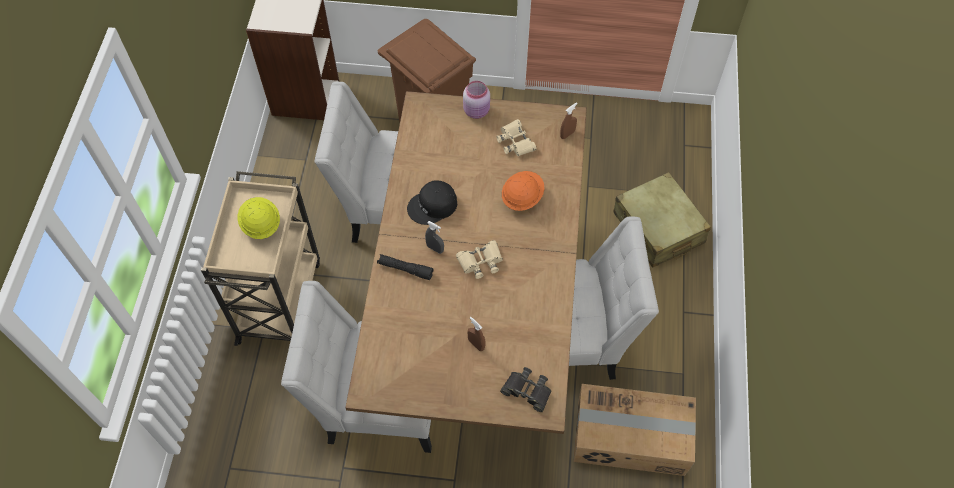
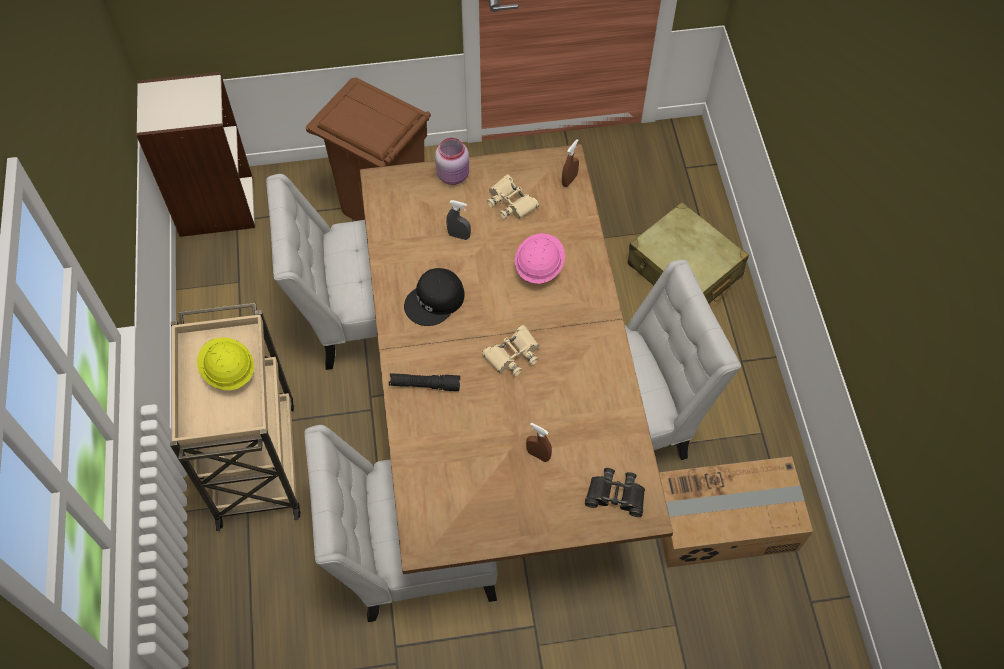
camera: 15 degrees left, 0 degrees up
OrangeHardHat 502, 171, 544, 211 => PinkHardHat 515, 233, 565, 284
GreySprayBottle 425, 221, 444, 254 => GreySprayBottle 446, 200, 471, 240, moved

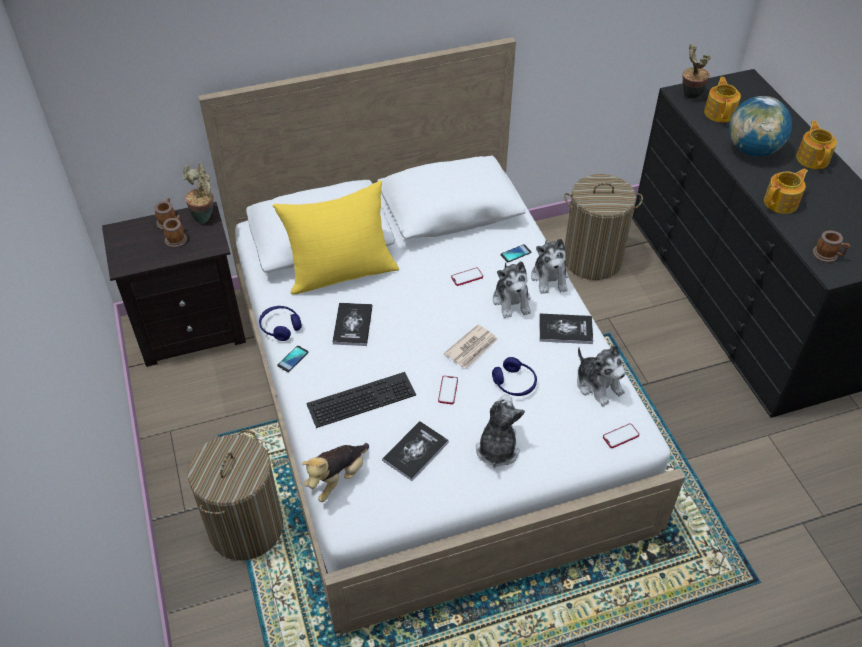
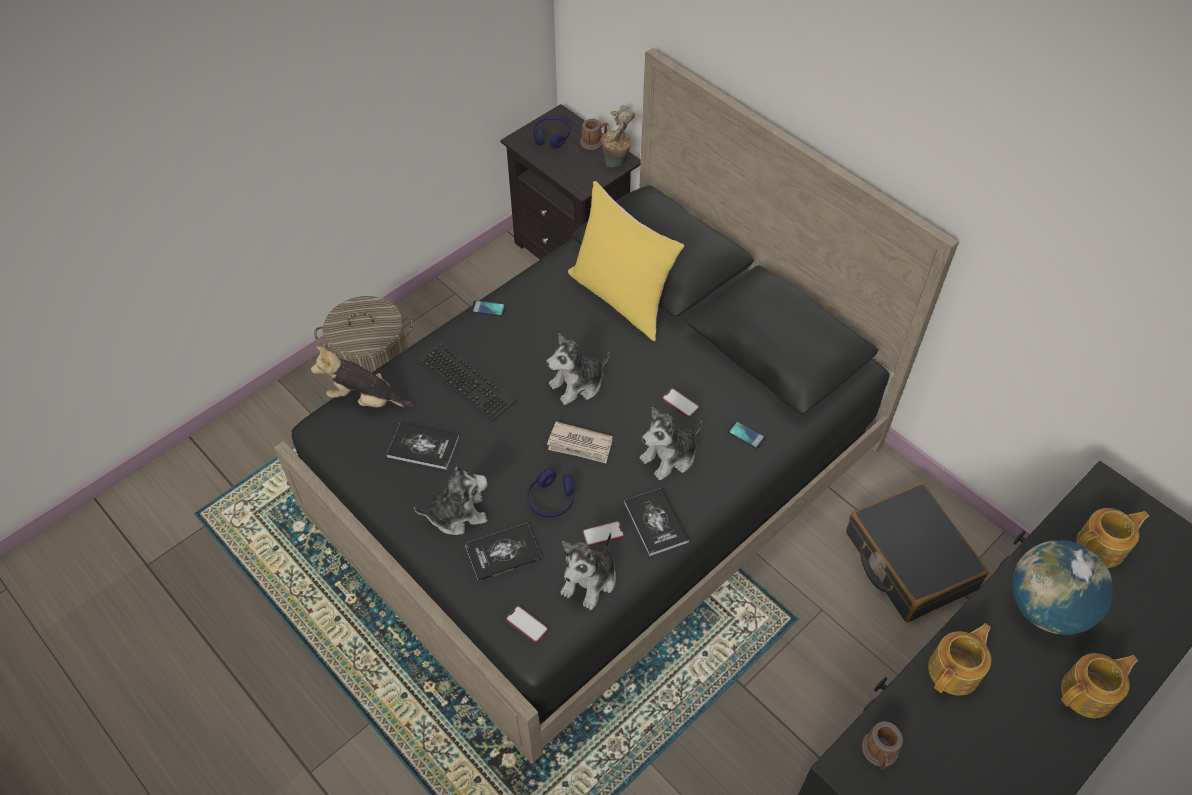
camera: 65 degrees right, 5 degrees up
WhiteBed 198, 37, 685, 634 => BlackBed 274, 48, 959, 763
PottedPlant 683, 44, 711, 100 => nothing
Teapot 764, 168, 808, 214 => Teapot 928, 623, 991, 695, 75 degrees counterclockwise
LaundryBasket 564, 174, 643, 280 => BlackSuitcase 846, 483, 989, 622
Mug 163, 215, 187, 248 => nothing
PlushToy 531, 238, 569, 294 => PlushToy 547, 333, 610, 405, moved
Book 332, 303, 373, 346 => Book 465, 523, 542, 582, moved
BlueHeadphones 259, 306, 302, 341 => BlueHeadphones 533, 116, 571, 148, moved
Phone 438, 376, 458, 404 => Phone 582, 521, 624, 546, moved

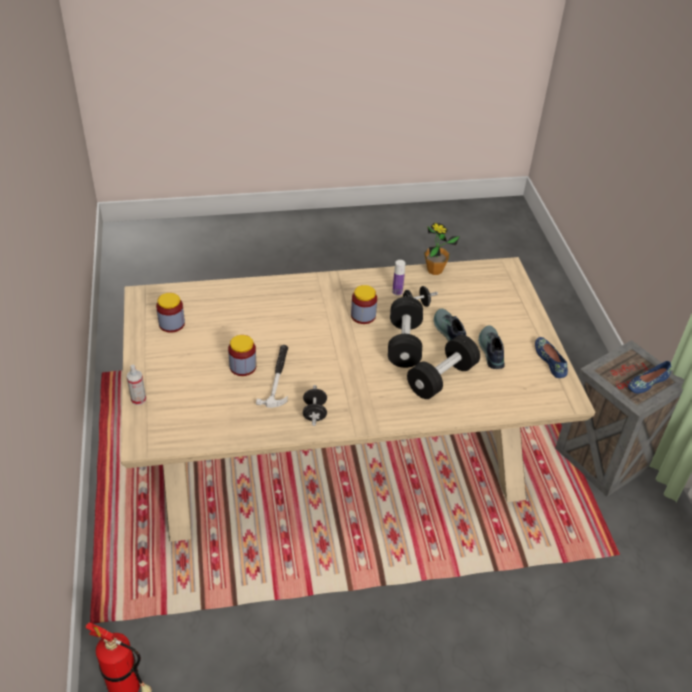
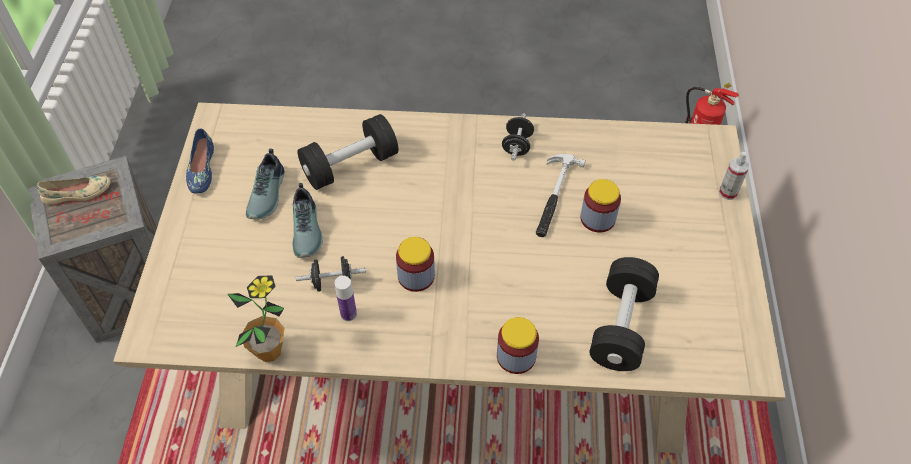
camera: 165 degrees left, 10 degrees up
Jar 156, 293, 185, 333 => Jar 497, 317, 539, 374, moved
BlackDumbbell 388, 297, 423, 368 => BlackDumbbell 589, 257, 659, 371, moved
BlueShoe 628, 361, 671, 393 => BeigeShoe 37, 176, 111, 205

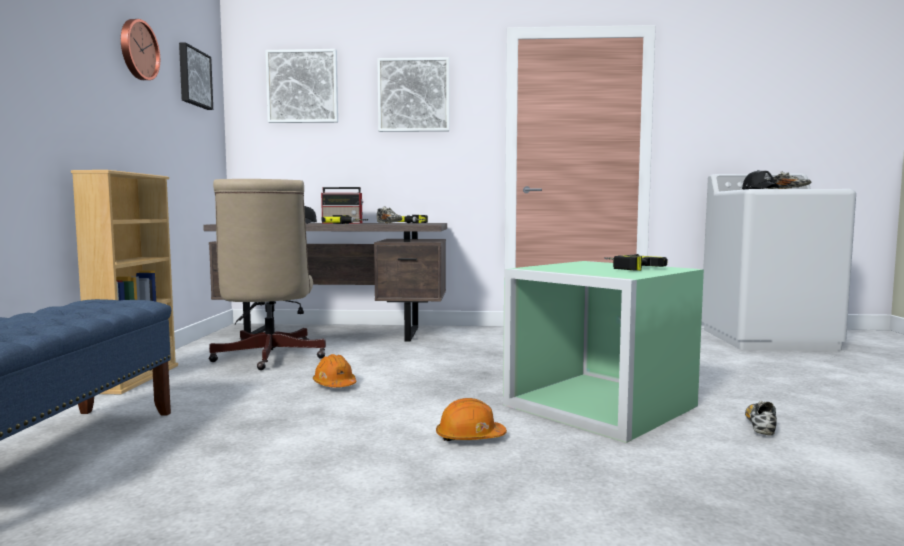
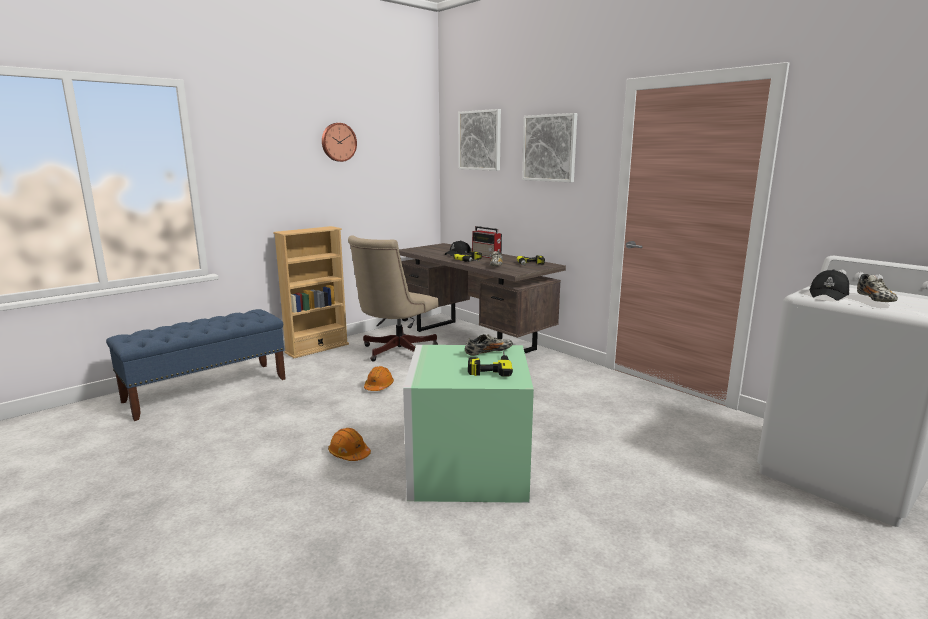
camera: 45 degrees right, 10 degrees up
Picture 179, 42, 213, 110 => nothing
Shoe 745, 401, 777, 436 => Shoe 465, 334, 513, 356, moved

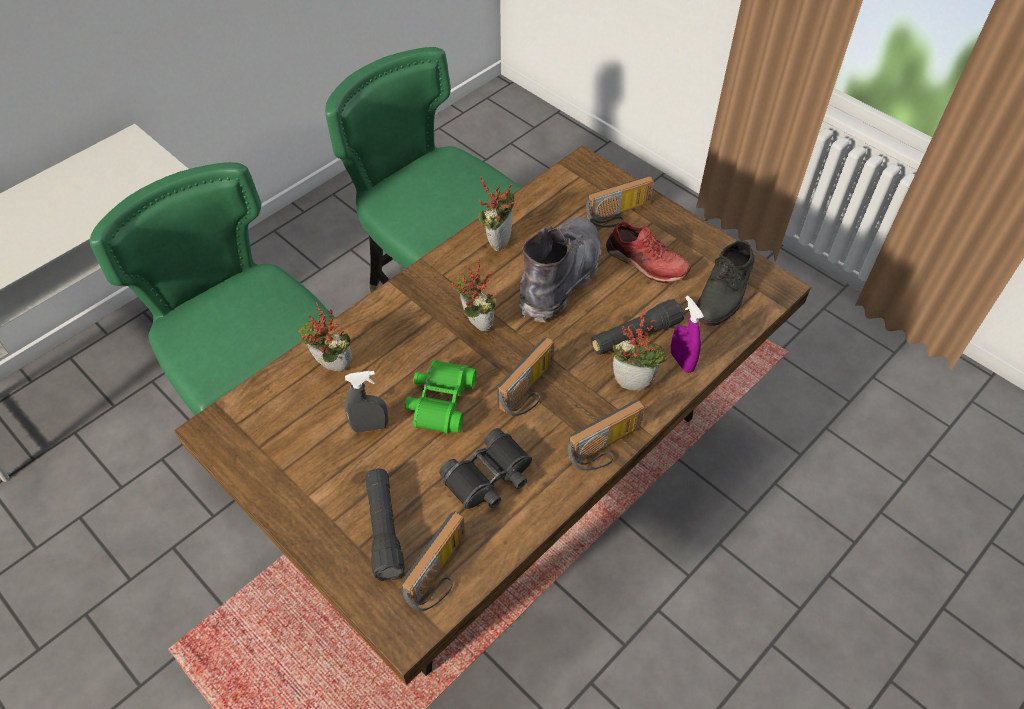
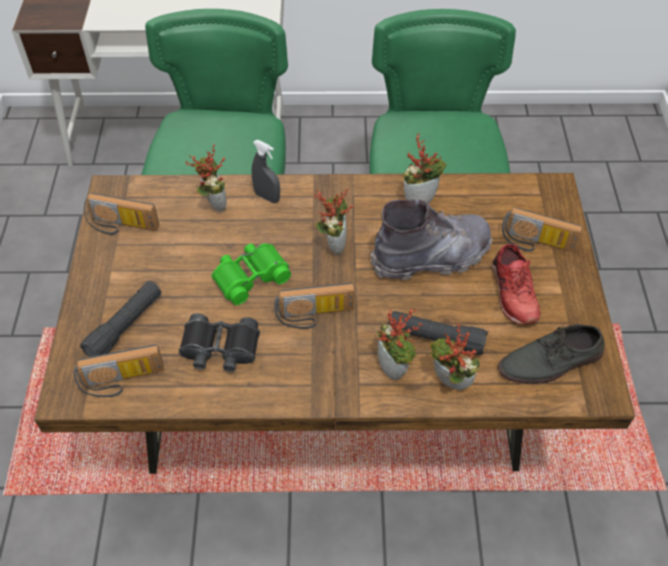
camera: 45 degrees right, 0 degrees up
PurpleSprayBottle 671, 296, 704, 373 => PottedPlant 430, 324, 480, 390
GreySprayBottle 345, 371, 388, 433 => GreySprayBottle 252, 140, 280, 203, moved
Radio 568, 400, 645, 471 => Radio 84, 193, 159, 235, moved

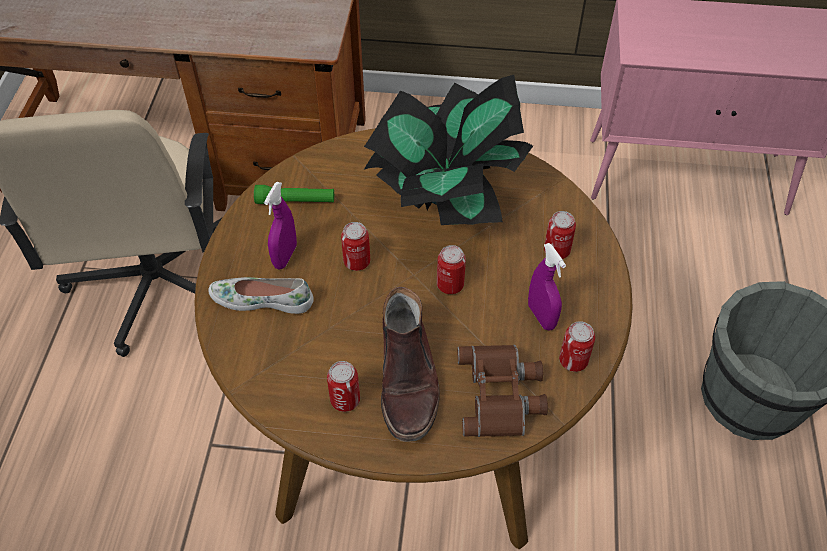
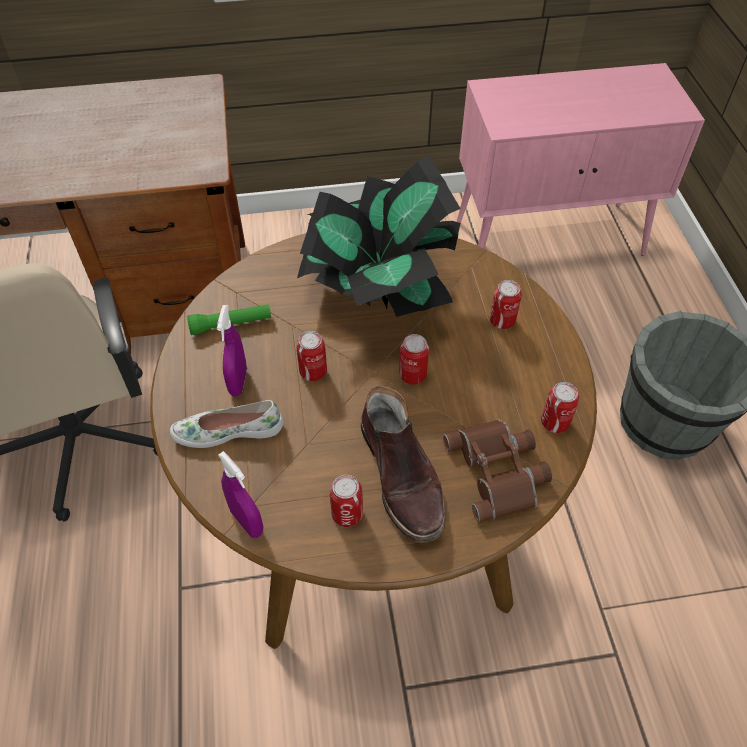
camera: 15 degrees left, 0 degrees up
PurpleSprayBottle 528, 243, 566, 331 => PurpleSprayBottle 218, 451, 263, 538, moved

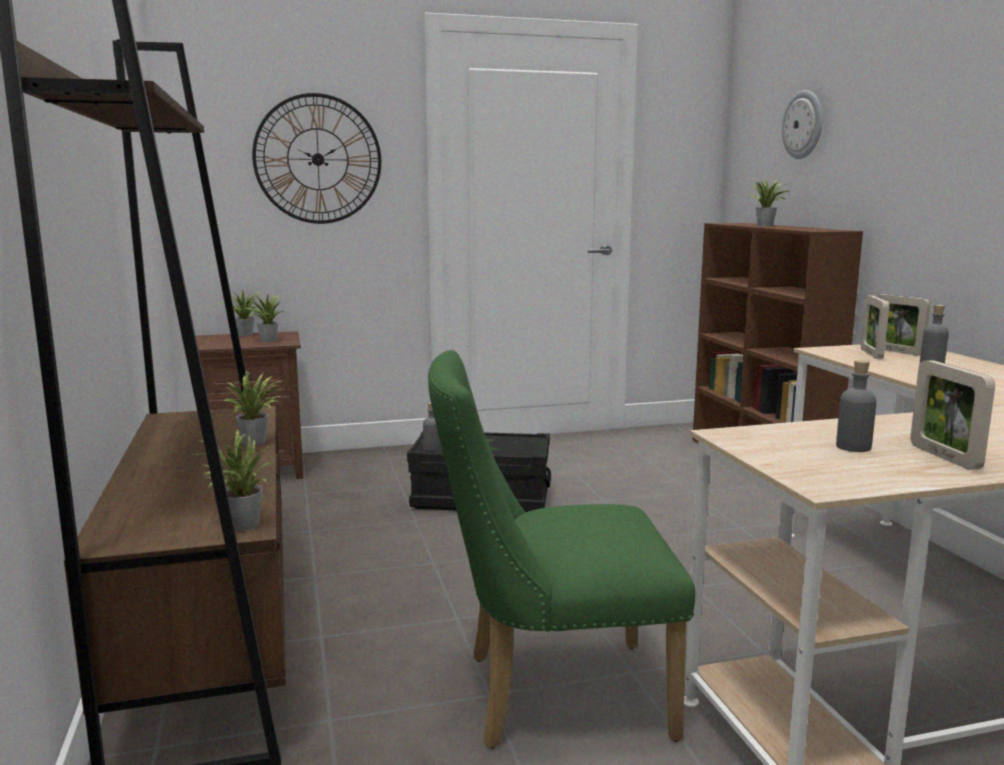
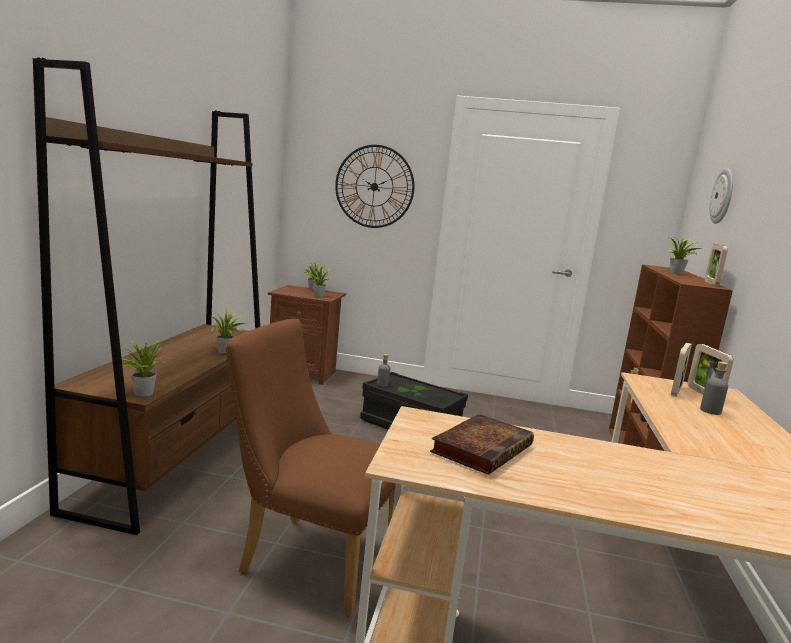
camera: 25 degrees right, 0 degrees up
GreenChair 428, 350, 696, 749 => BrownChair 225, 319, 396, 618
GreyBottle 836, 360, 877, 452 => Book 430, 414, 534, 475
PictureFrame 910, 360, 995, 470 => PictureFrame 705, 244, 728, 286, moved

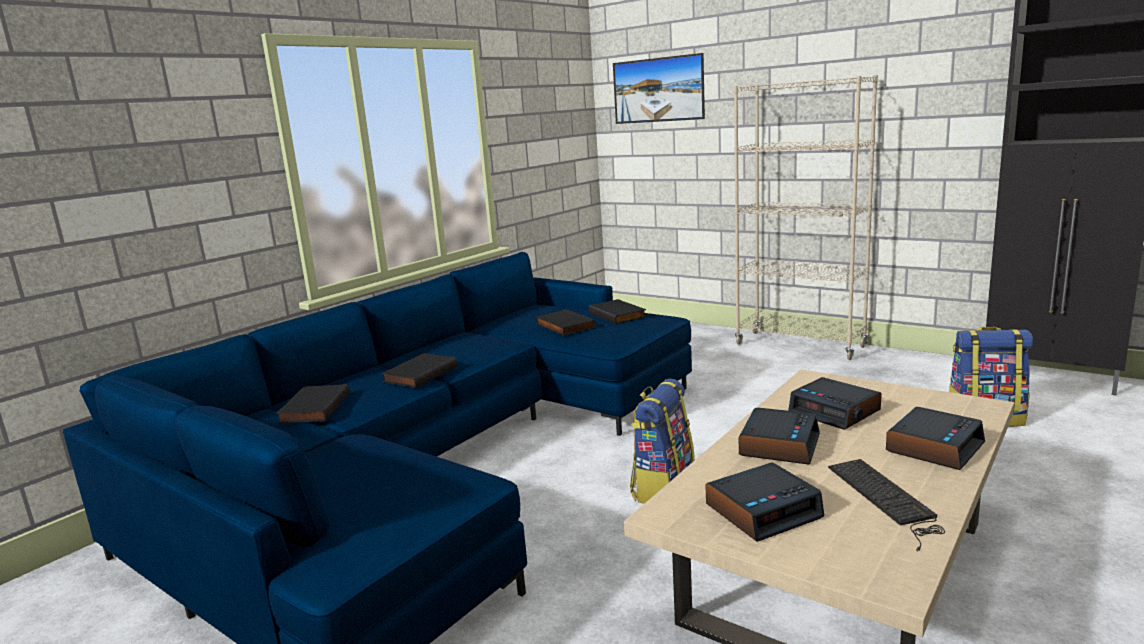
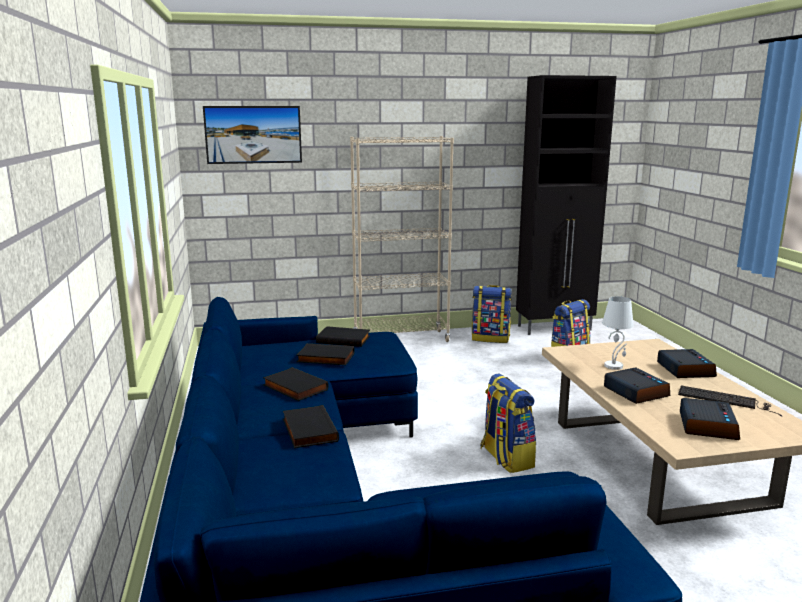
camera: 50 degrees left, 0 degrees up
AlarmClock 788, 377, 882, 430 => WhiteTableLamp 602, 296, 634, 370
BlackBook 276, 384, 349, 423 => BlackBook 263, 367, 329, 401, moved
nothing => Backpack 472, 285, 512, 343

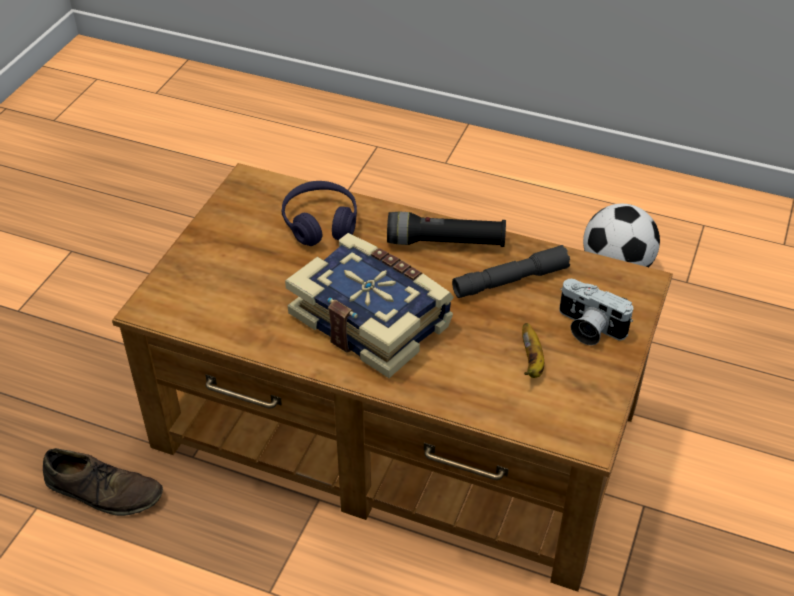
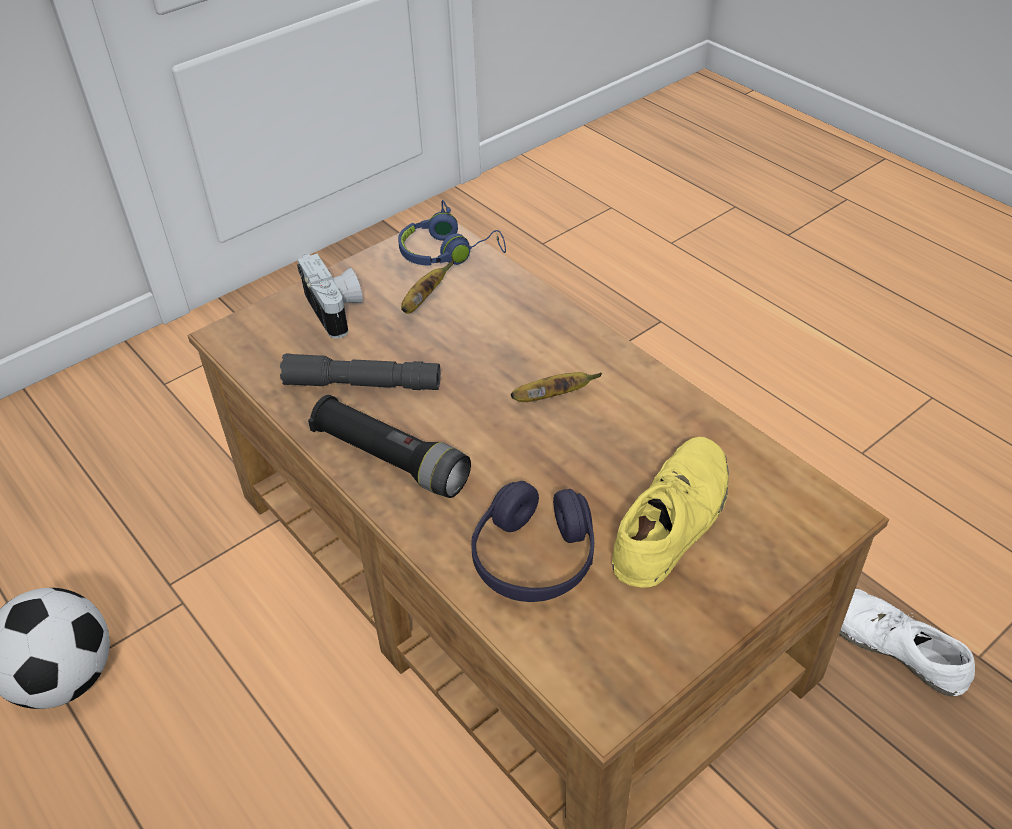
camera: 150 degrees left, 0 degrees up
Book 285, 233, 454, 378 => Banana 511, 372, 602, 402
BrownShoe 43, 448, 163, 516 => WhiteShoe 839, 589, 975, 696
nothing => BlueHeadphones 398, 200, 506, 266
nothing => YellowShoe 612, 437, 729, 587

